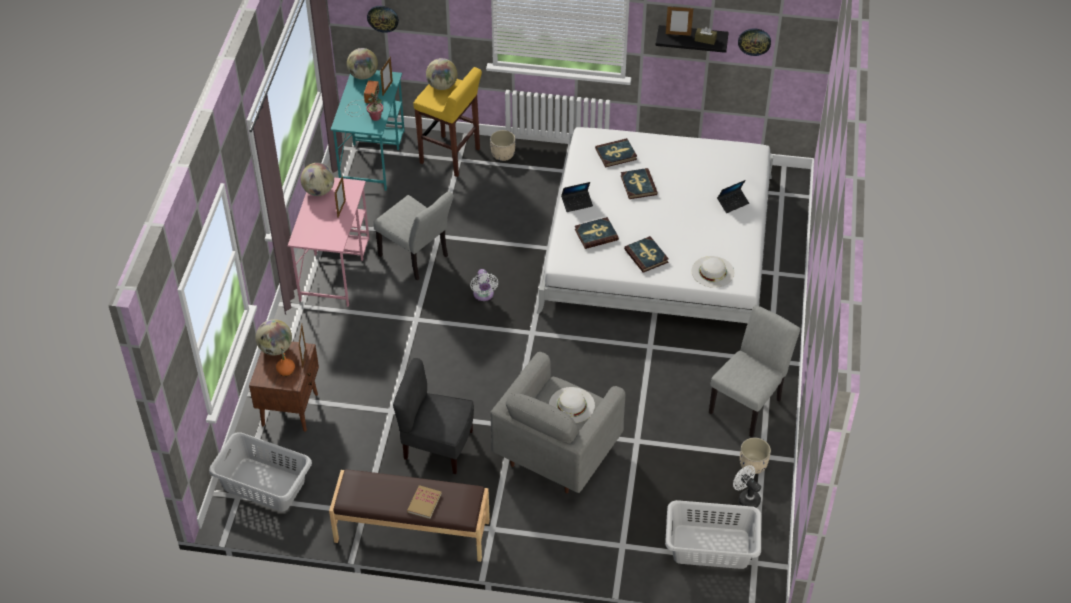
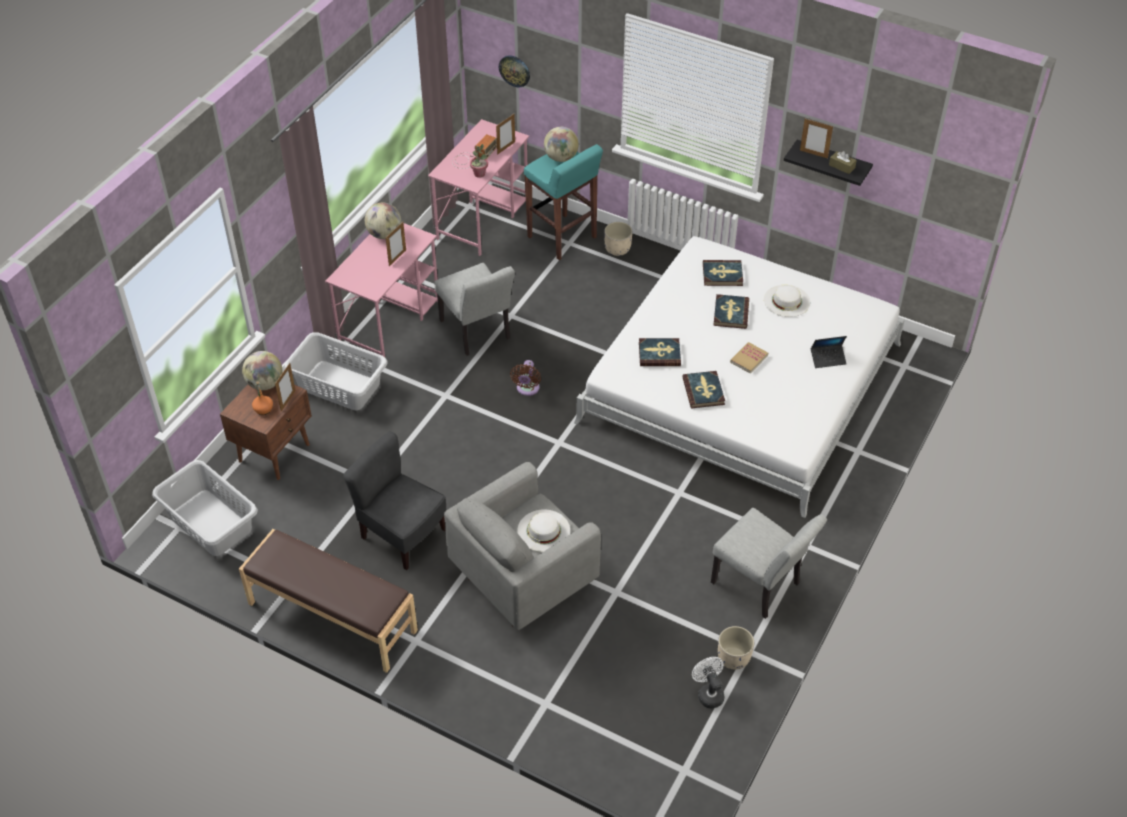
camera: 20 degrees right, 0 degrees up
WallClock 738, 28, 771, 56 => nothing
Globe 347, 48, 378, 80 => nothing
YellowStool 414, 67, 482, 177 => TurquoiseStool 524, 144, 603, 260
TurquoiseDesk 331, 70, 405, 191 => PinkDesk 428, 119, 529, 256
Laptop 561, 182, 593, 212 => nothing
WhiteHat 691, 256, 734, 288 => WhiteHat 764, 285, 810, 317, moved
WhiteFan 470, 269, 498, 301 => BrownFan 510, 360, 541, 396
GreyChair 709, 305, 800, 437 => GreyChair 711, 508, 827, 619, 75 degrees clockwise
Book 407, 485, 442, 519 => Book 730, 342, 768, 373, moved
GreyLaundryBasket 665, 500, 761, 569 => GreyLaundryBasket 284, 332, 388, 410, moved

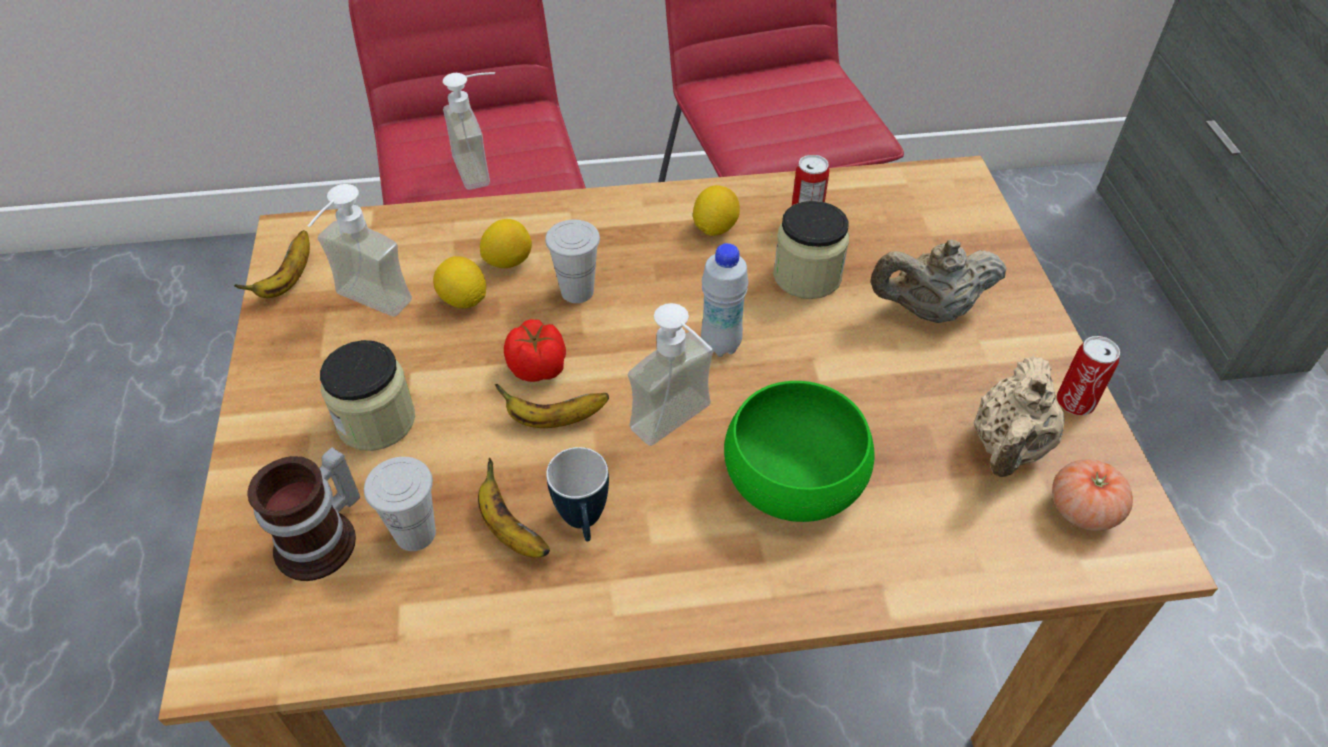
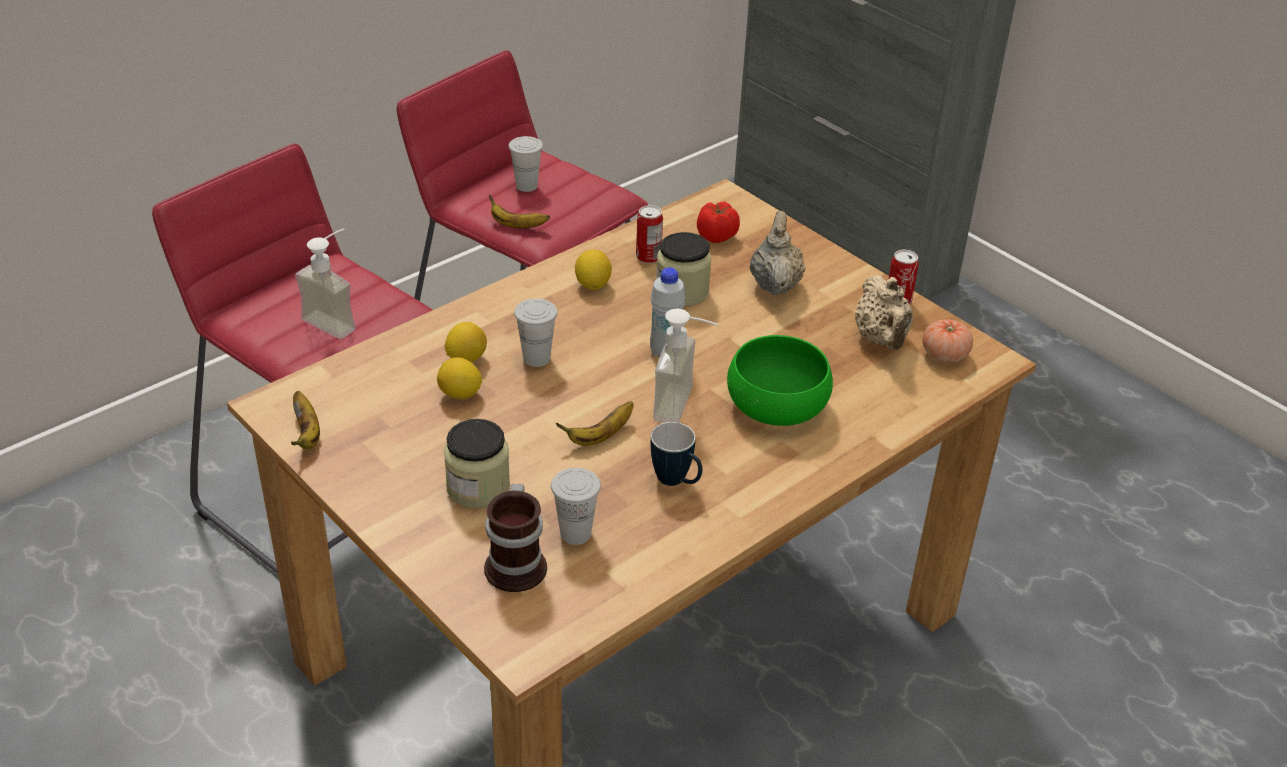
camera: 35 degrees left, 10 degrees down
SoapDispenser 308, 184, 412, 317 => nothing
BeigeTeapot 871, 239, 1007, 323 => BeigeTeapot 750, 211, 805, 295, 135 degrees clockwise
Tomato 504, 319, 566, 382 => Tomato 697, 202, 740, 243, moved
Banana 478, 458, 550, 558 => Banana 489, 195, 550, 228, moved
nothing => WhiteCup 509, 136, 543, 192

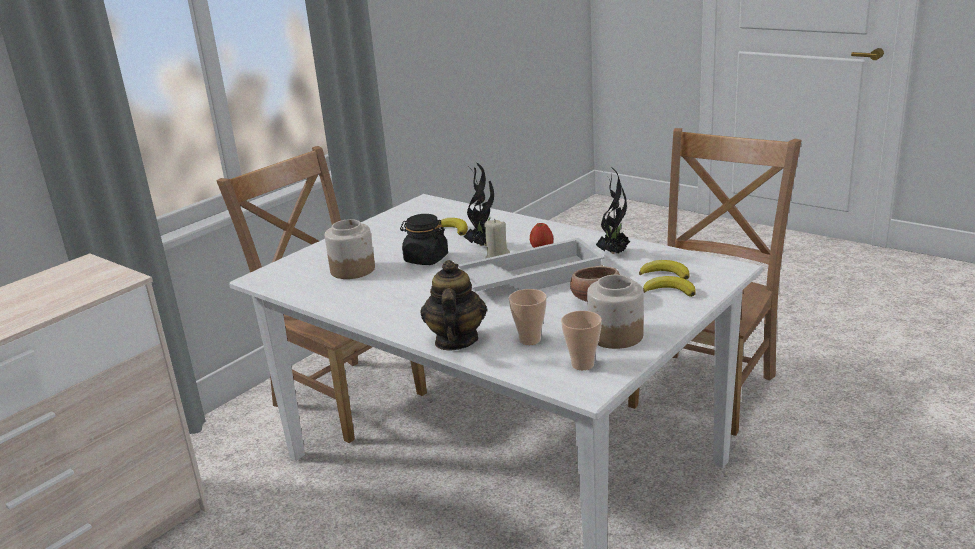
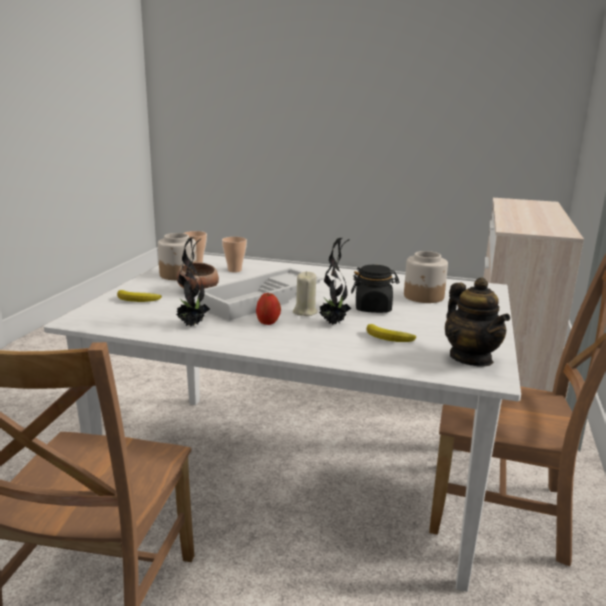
camera: 155 degrees right, 5 degrees down
Teapot 420, 260, 487, 351 => Teapot 445, 277, 510, 367, moved
Banana 639, 260, 690, 279 => nothing

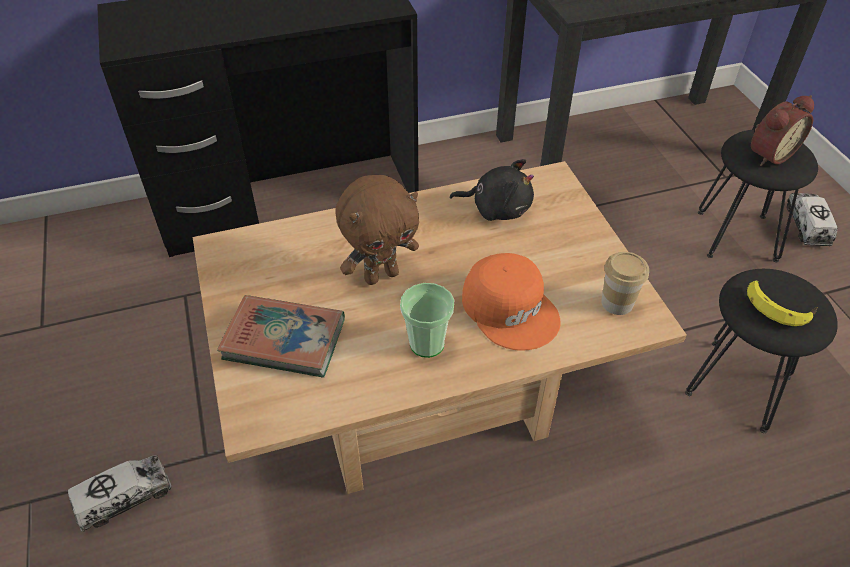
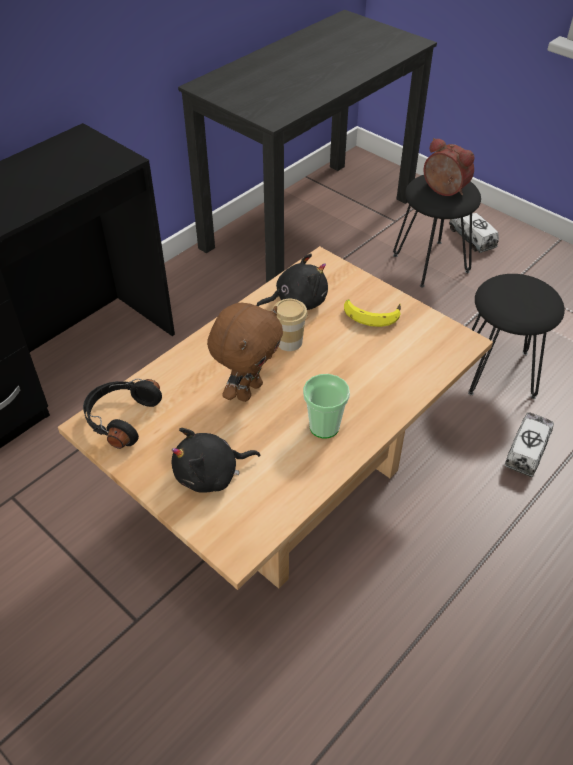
camera: 30 degrees left, 0 degrees up
AlarmClock 751, 95, 814, 166 => AlarmClock 424, 138, 474, 196, 75 degrees counterclockwise
Cup 601, 252, 649, 315 => Cup 273, 298, 308, 351, moved
OrangeCap 462, 253, 561, 351 => nothing
Banana 747, 280, 818, 326 => Banana 344, 299, 401, 327, moved
Book 217, 295, 345, 378 => BlackPlushToy 172, 428, 260, 493
ToyTruck 68, 456, 171, 532 => ToyTruck 504, 412, 554, 477, moved
nothing => BlackHeadphones 83, 378, 162, 449

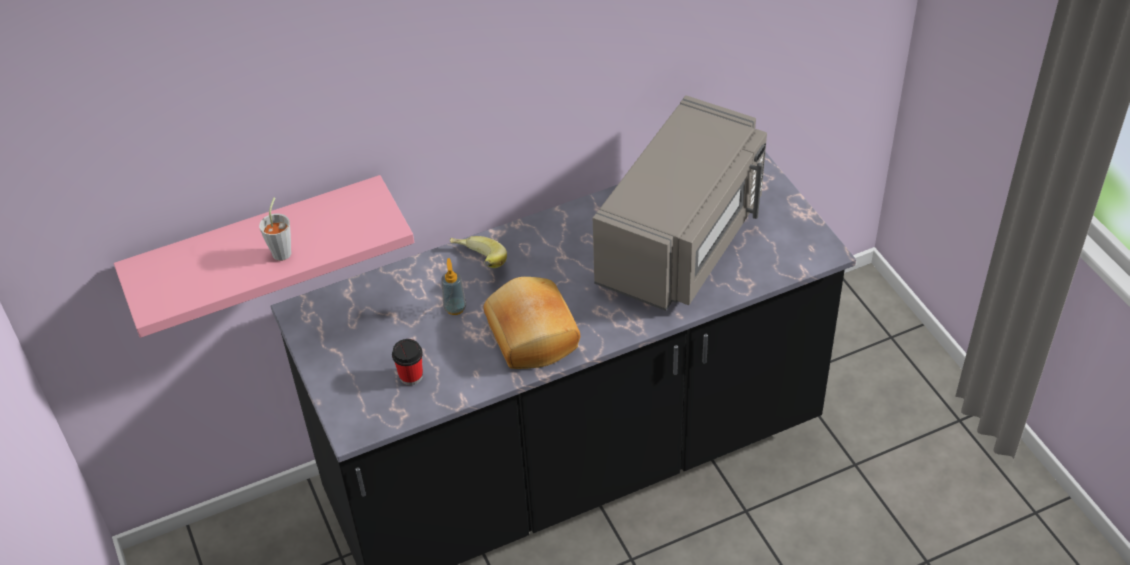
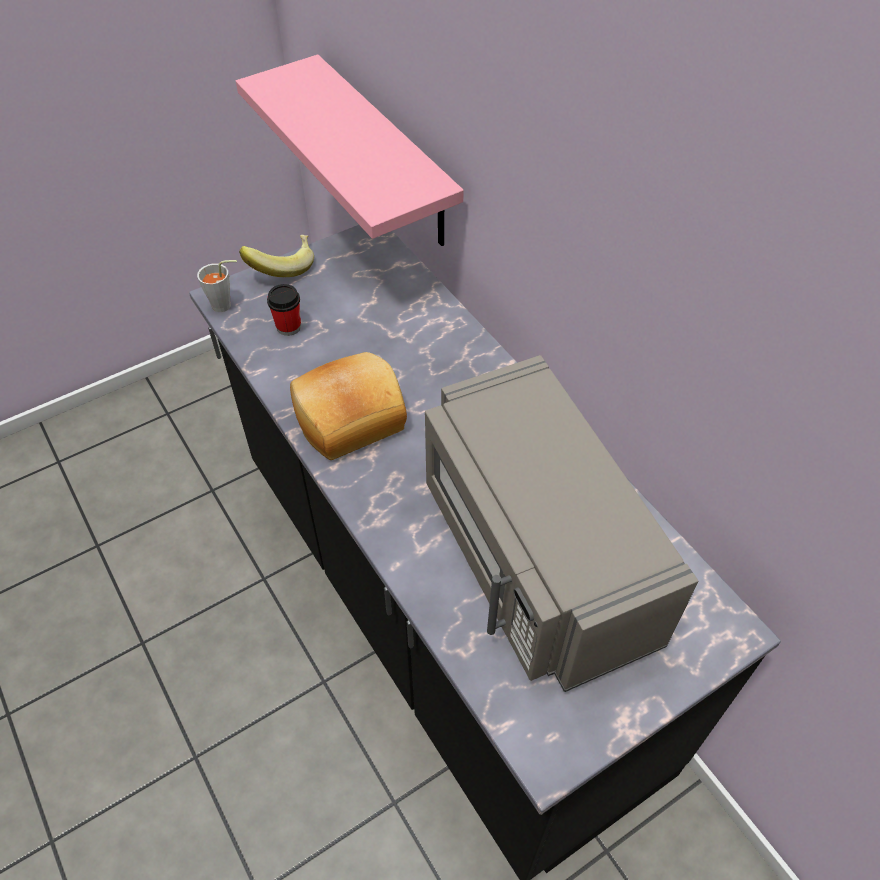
camera: 80 degrees right, 5 degrees up
GreyMicrowave 593, 95, 767, 311 => GreyMicrowave 425, 355, 699, 692, 45 degrees clockwise
GreyCup 259, 197, 291, 261 => GreyCup 197, 260, 237, 312, moved
Banana 450, 236, 507, 268 => Banana 239, 235, 314, 277, moved
SoapDispenser 441, 258, 466, 315 => nothing

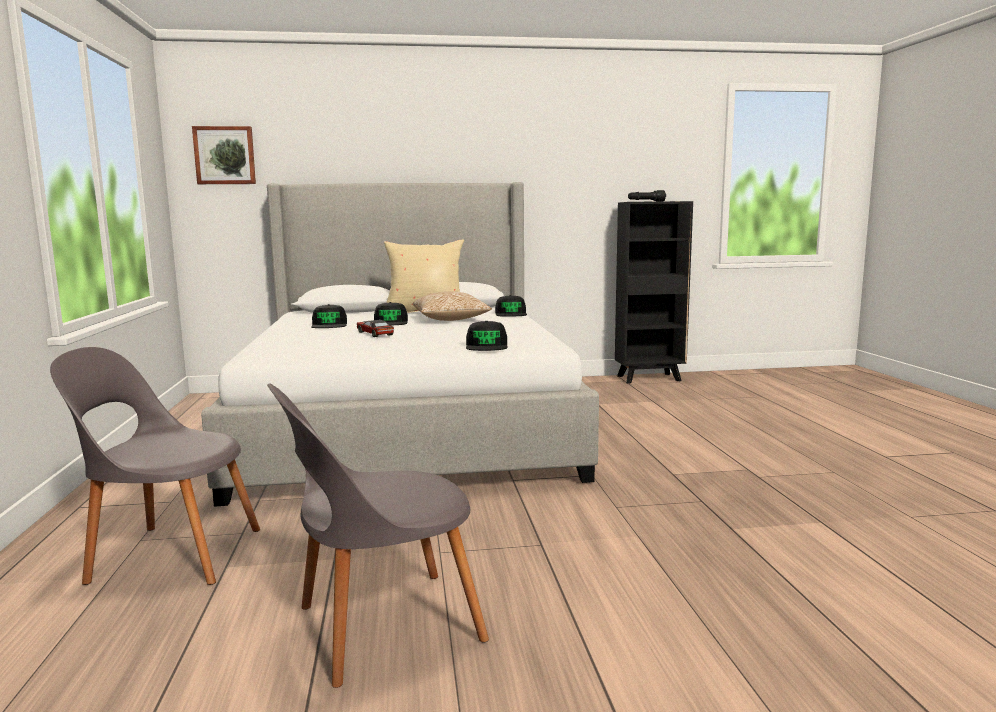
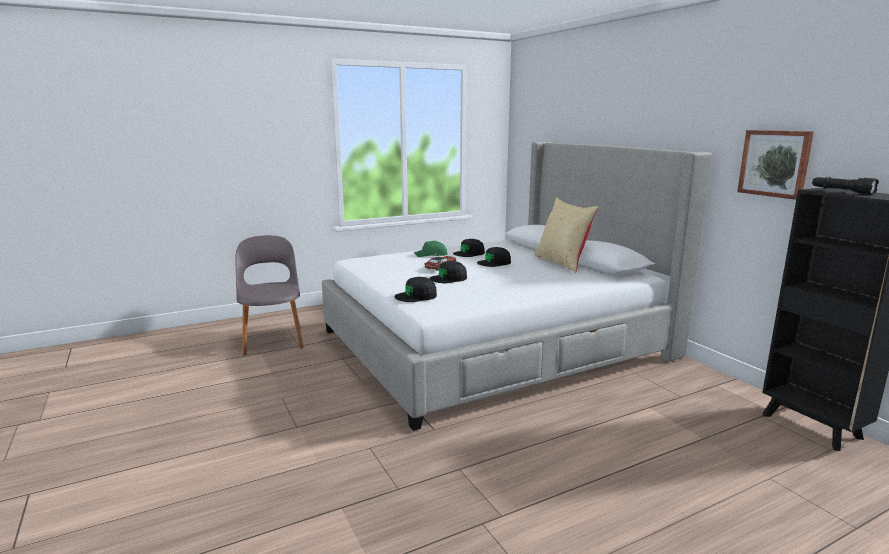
camera: 70 degrees right, 5 degrees up
Picture 192, 126, 256, 184 => Picture 737, 130, 814, 200, moved
Pillow 413, 291, 492, 321 => nothing
BlackCap 495, 295, 527, 317 => BlackCap 429, 261, 467, 283, moved
GreyChair 267, 383, 489, 688 => nothing
nothing => GreenCap 414, 241, 447, 257

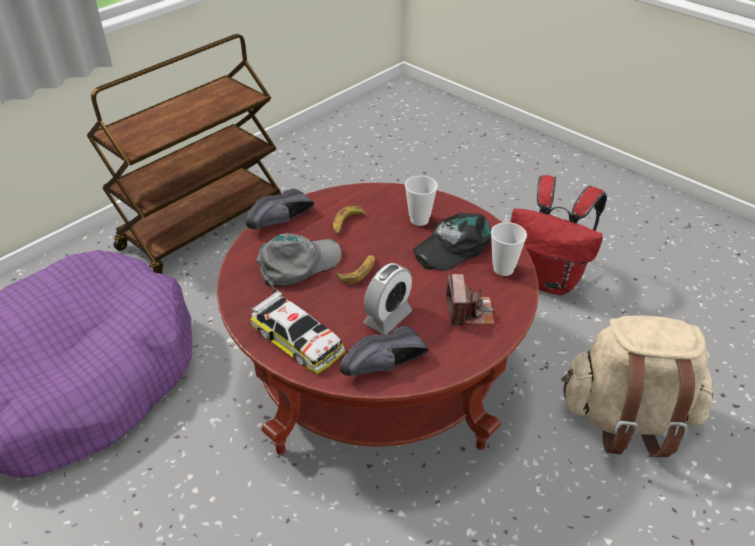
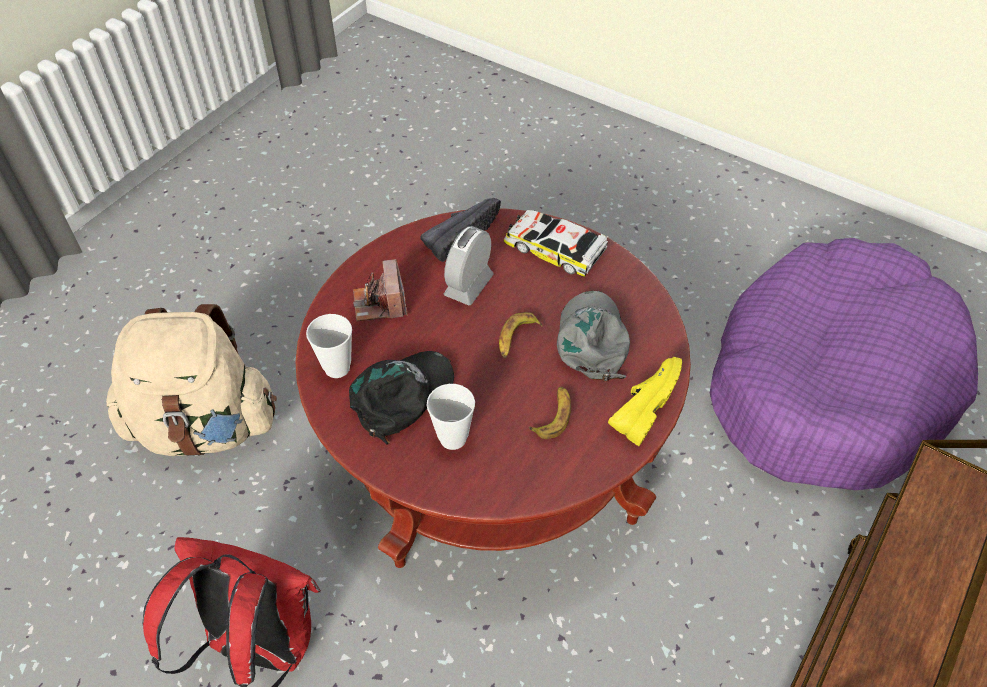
camera: 170 degrees right, 10 degrees up
BlackShoe 246, 189, 314, 229 => YellowShoe 608, 357, 682, 446
GreyCap 256, 233, 342, 292 => GreyCap 557, 291, 630, 382, 135 degrees clockwise

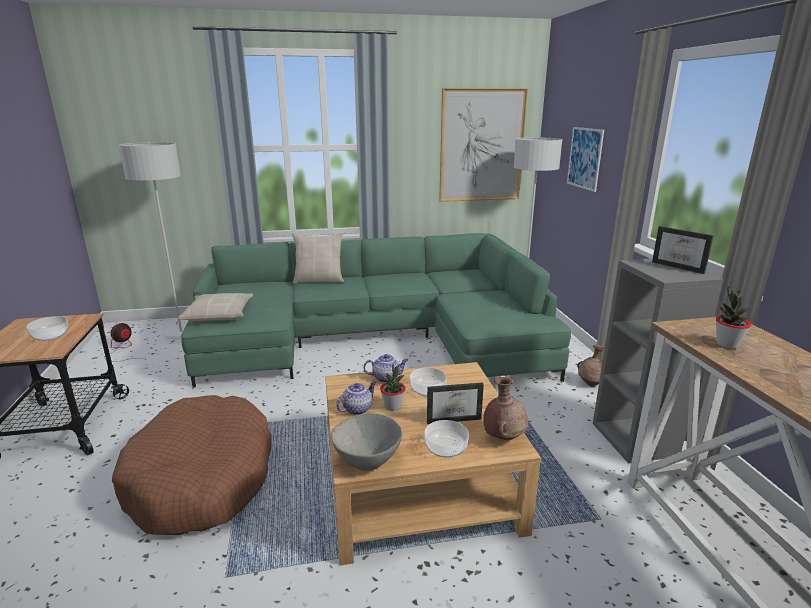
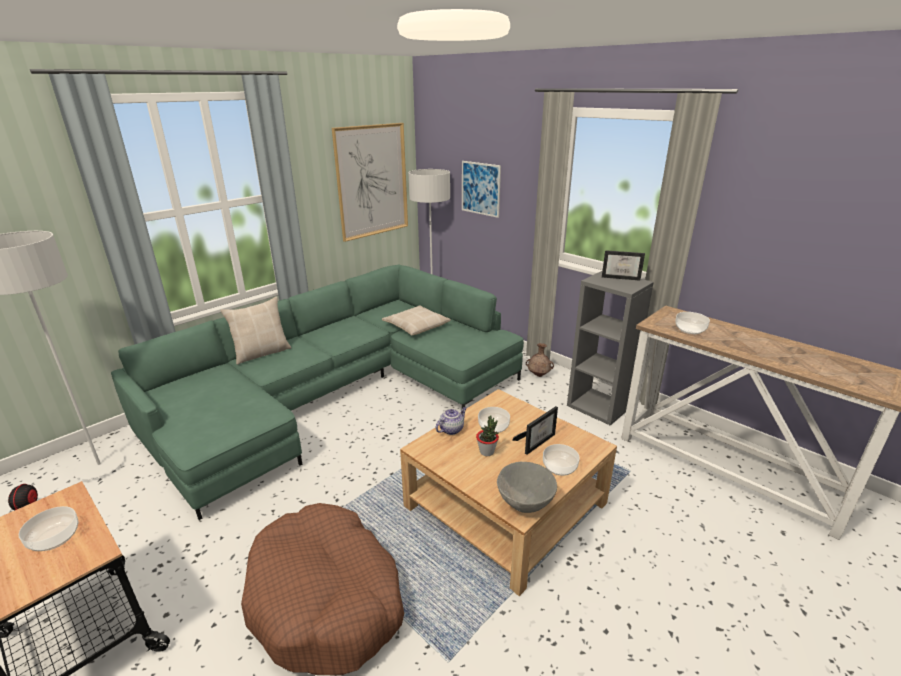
camera: 35 degrees left, 5 degrees up
PottedPlant 716, 286, 751, 349 => Bowl 675, 312, 710, 334
BeigePillow 178, 293, 253, 321 => BeigePillow 382, 305, 451, 336, moved
BrownVase 483, 377, 528, 440 => nothing
Teapot 336, 381, 376, 415 => nothing

